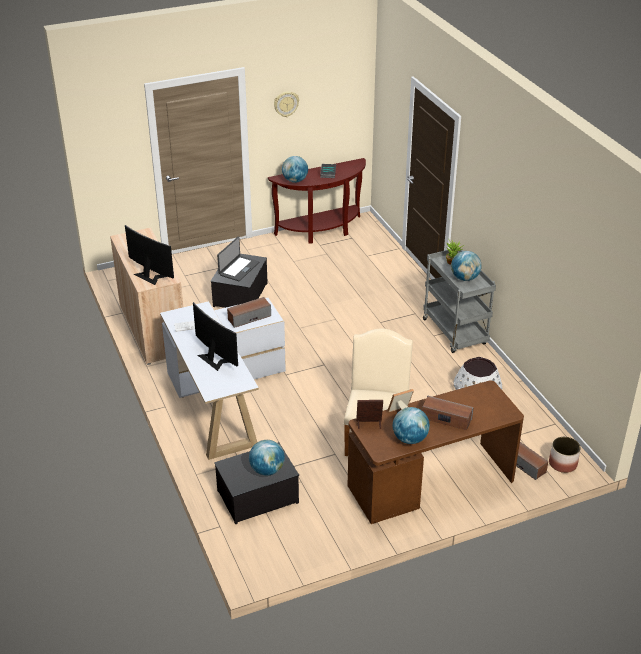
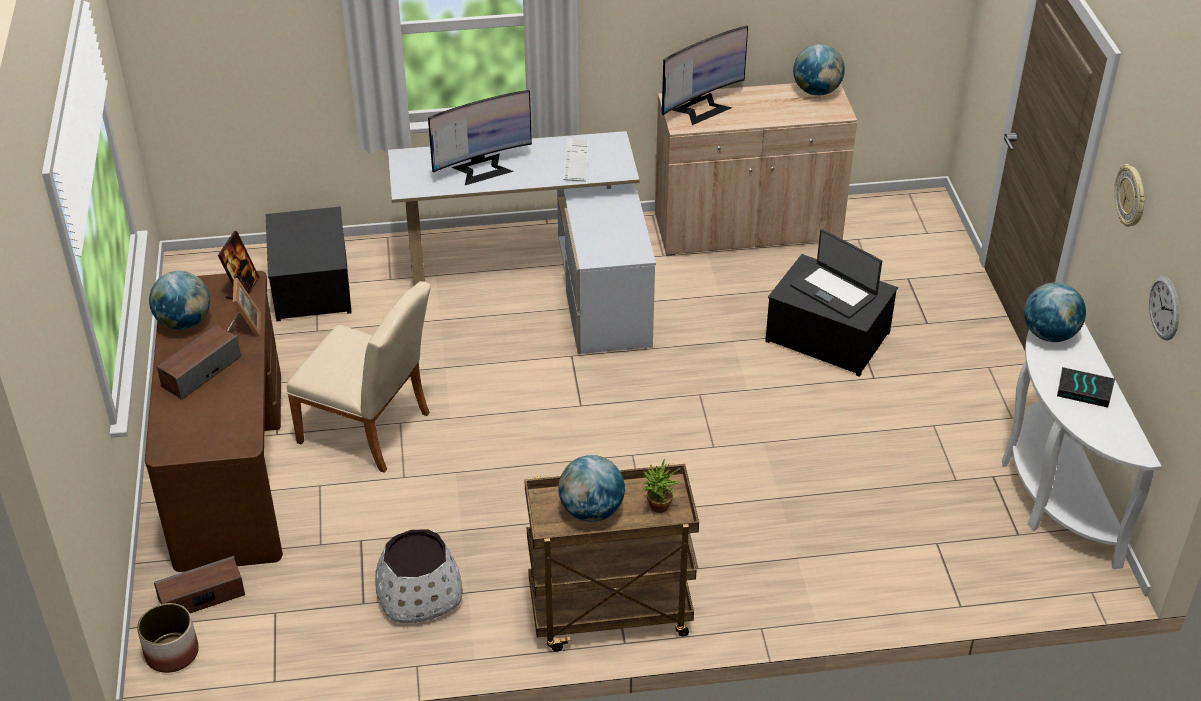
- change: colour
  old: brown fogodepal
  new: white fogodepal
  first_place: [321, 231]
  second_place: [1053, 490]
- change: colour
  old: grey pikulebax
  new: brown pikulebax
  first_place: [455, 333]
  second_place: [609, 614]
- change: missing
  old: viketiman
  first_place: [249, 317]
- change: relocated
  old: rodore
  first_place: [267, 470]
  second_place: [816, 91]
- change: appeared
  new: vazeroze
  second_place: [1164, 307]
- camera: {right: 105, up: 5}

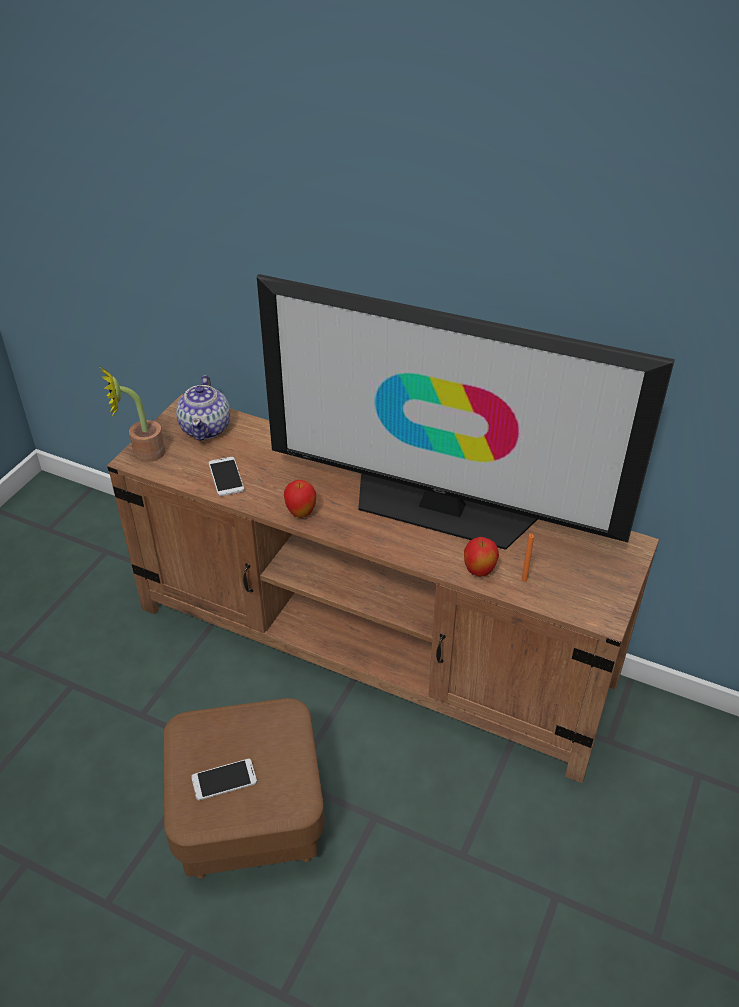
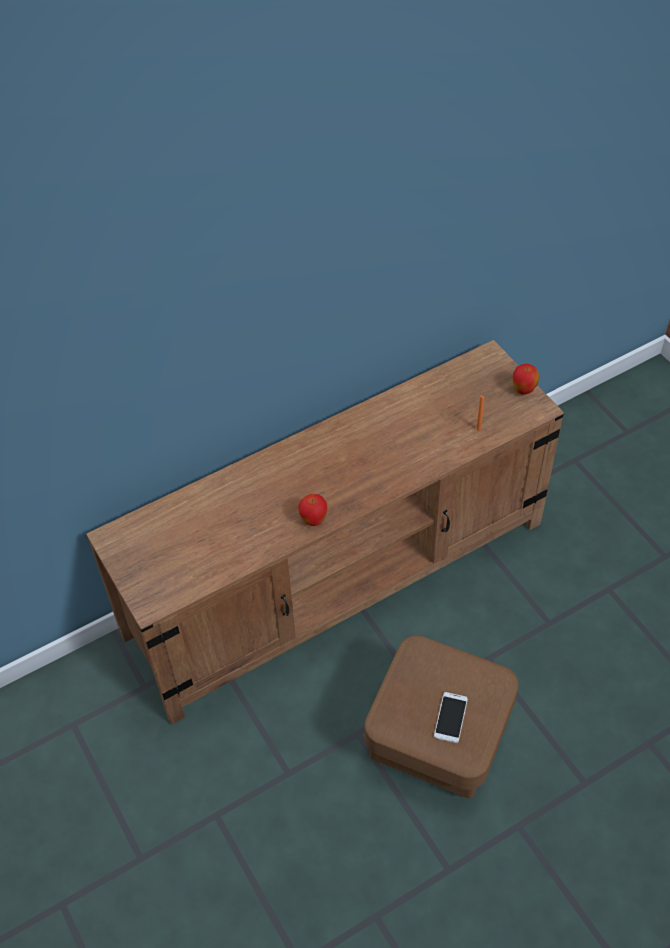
- change: missing
  old: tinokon
  first_place: [441, 508]
- change: missing
  old: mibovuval
  first_place: [142, 453]
- change: missing
  old: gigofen
  first_place: [206, 428]
- change: missing
  old: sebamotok
  first_place: [226, 477]
- change: relocated
  old: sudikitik
  first_place: [479, 572]
  second_place: [523, 390]
- camera: {right: -55, up: 10}

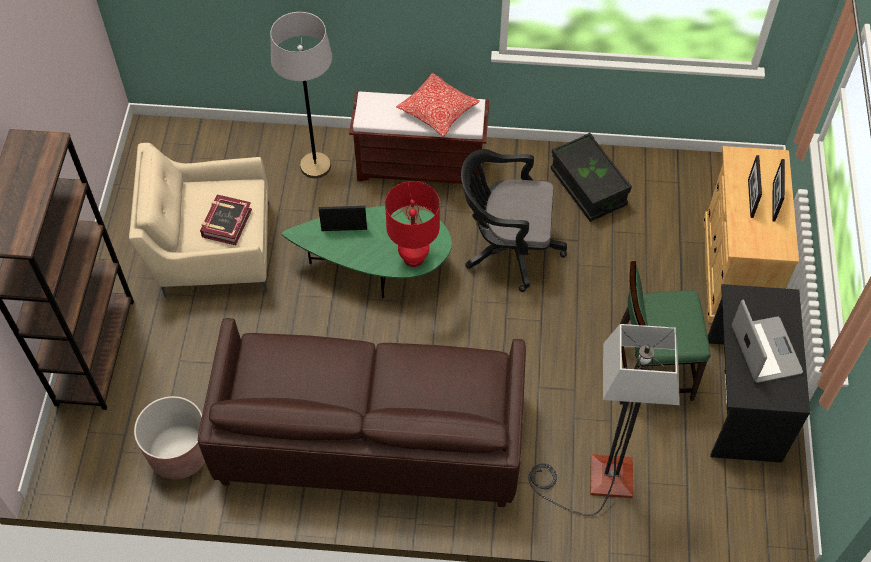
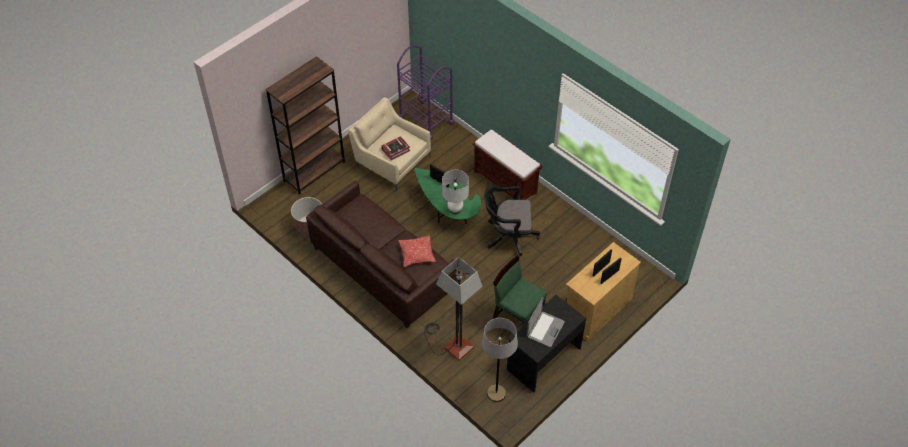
- change: relocated
  old: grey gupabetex
  first_place: [315, 166]
  second_place: [496, 393]
- change: relocated
  old: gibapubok
  first_place: [437, 111]
  second_place: [417, 254]
- change: missing
  old: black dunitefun
  first_place: [588, 188]
- change: spun
  old: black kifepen
  first_place: [507, 248]
  second_place: [508, 236]
  degrees: -45
- change: colour
  old: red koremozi
  new: white koremozi
  first_place: [414, 258]
  second_place: [455, 210]
- change: appeared
  new: purple pikulebax
  second_place: [426, 120]
- camera: {right: 40, up: -5}

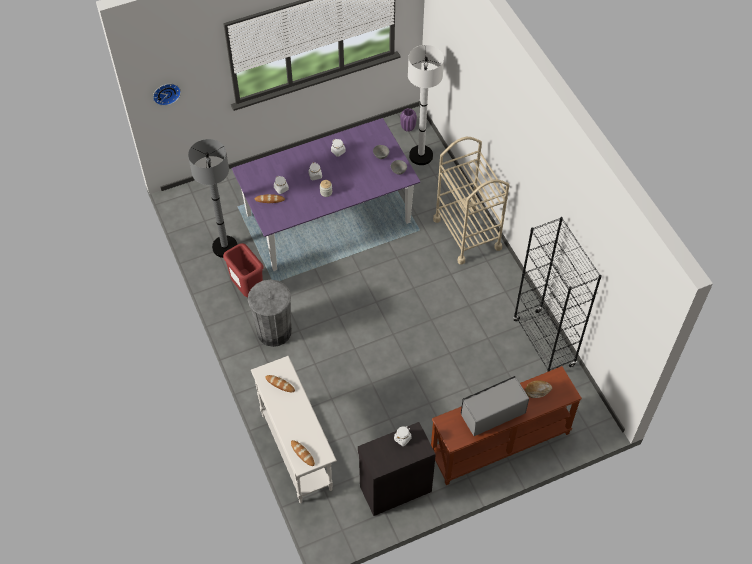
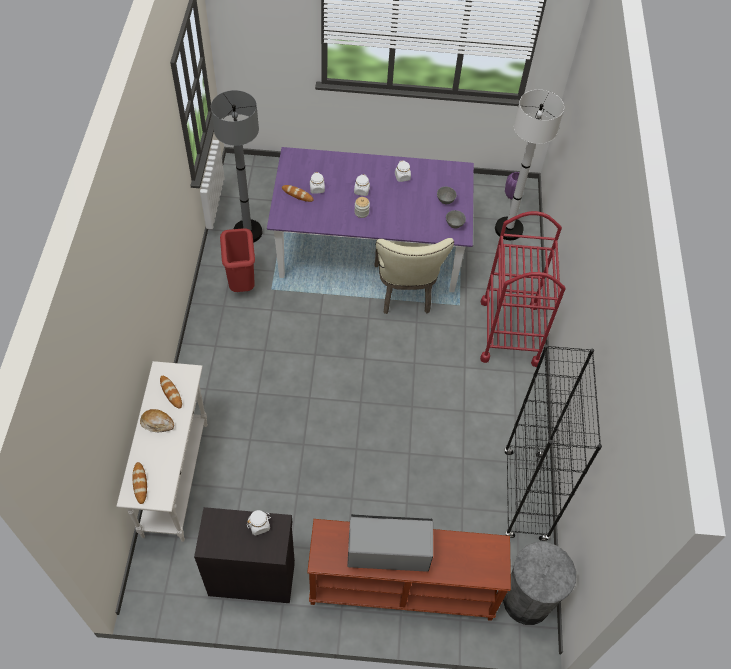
- change: missing
  old: vazeroze
  first_place: [166, 93]
- change: colour
  old: beige pikulebax
  new: red pikulebax
  first_place: [467, 233]
  second_place: [509, 332]
- change: relocated
  old: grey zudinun
  first_place: [274, 331]
  second_place: [526, 600]
- change: relocated
  old: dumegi
  first_place: [537, 390]
  second_place: [157, 423]
- change: appeared
  new: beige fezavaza
  second_place: [405, 292]
- camera: {right: 25, up: 0}

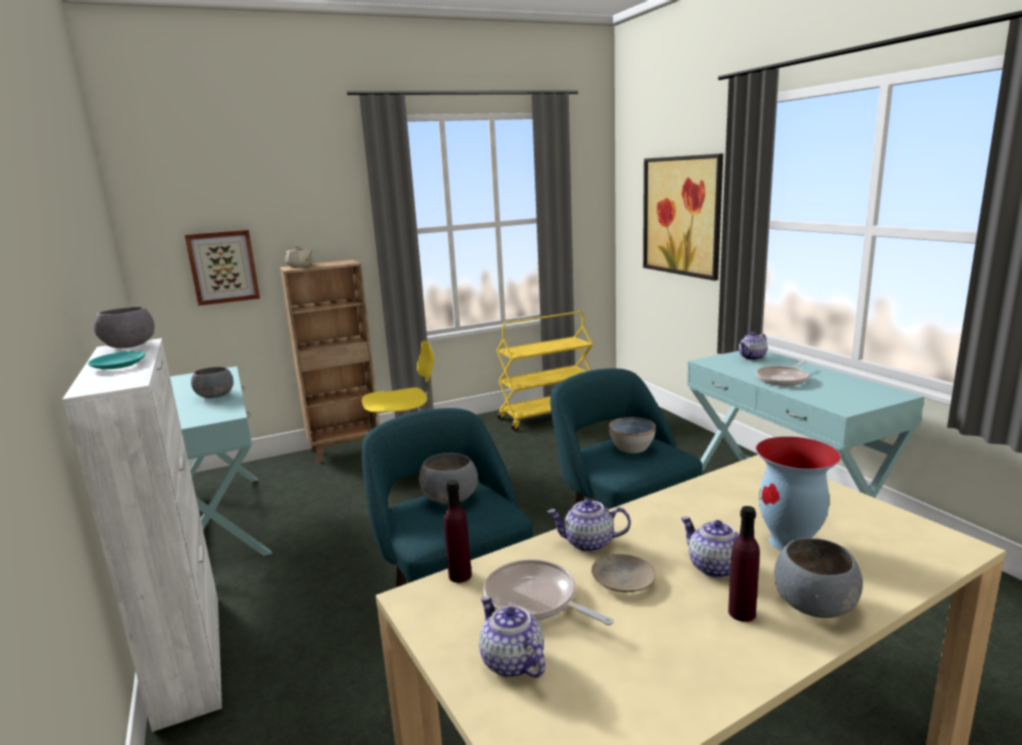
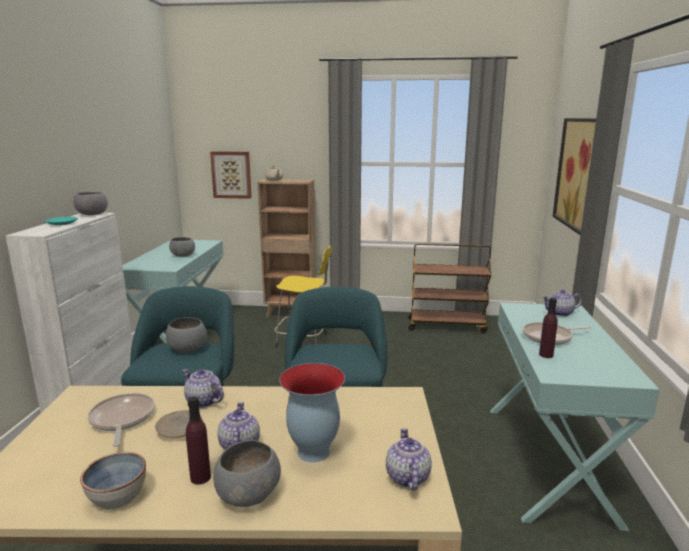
- change: colour
  old: yellow pikulebax
  new: brown pikulebax
  first_place: [547, 415]
  second_place: [447, 325]
- change: relocated
  old: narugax
  first_place: [631, 447]
  second_place: [117, 496]
- change: relocated
  old: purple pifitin
  first_place: [460, 575]
  second_place: [546, 355]
- change: relocated
  old: gigofen
  first_place: [511, 662]
  second_place: [407, 477]
- camera: {right: 30, up: 0}

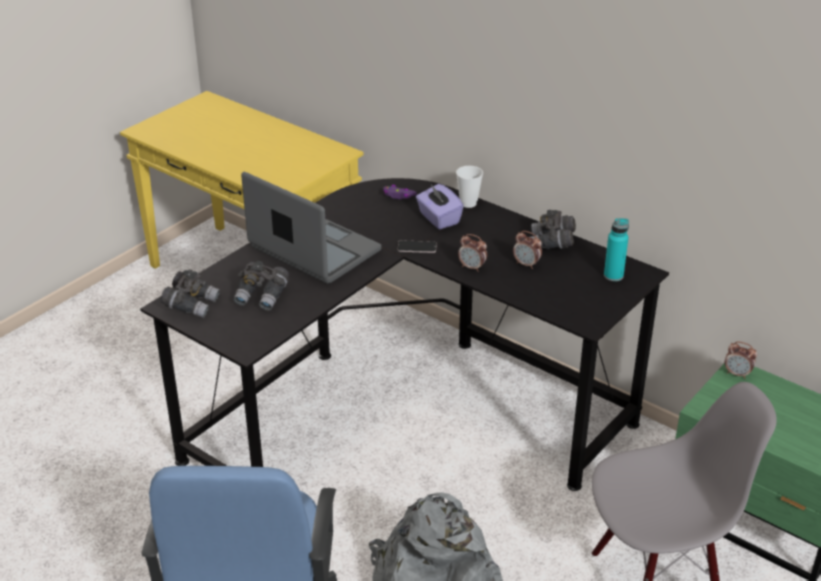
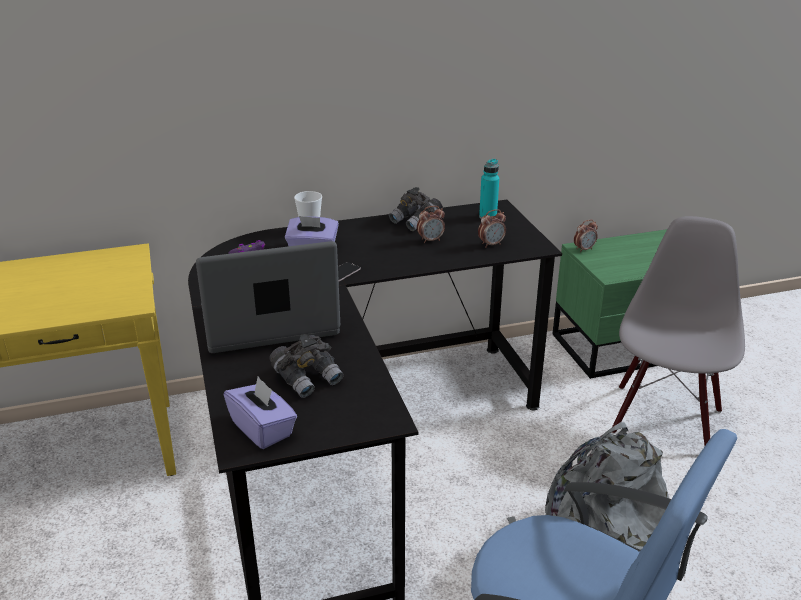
- change: relocated
  old: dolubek
  first_place: [472, 267]
  second_place: [491, 244]
- change: exchanged
  old: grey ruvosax
  new: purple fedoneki
  first_place: [191, 305]
  second_place: [263, 429]
- camera: {right: -55, up: -5}

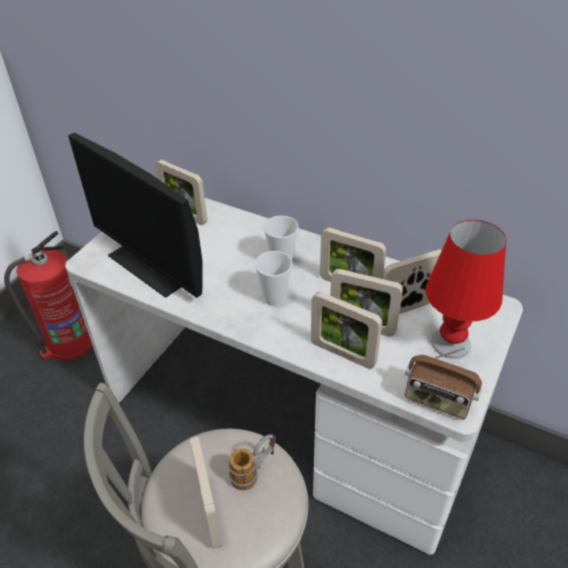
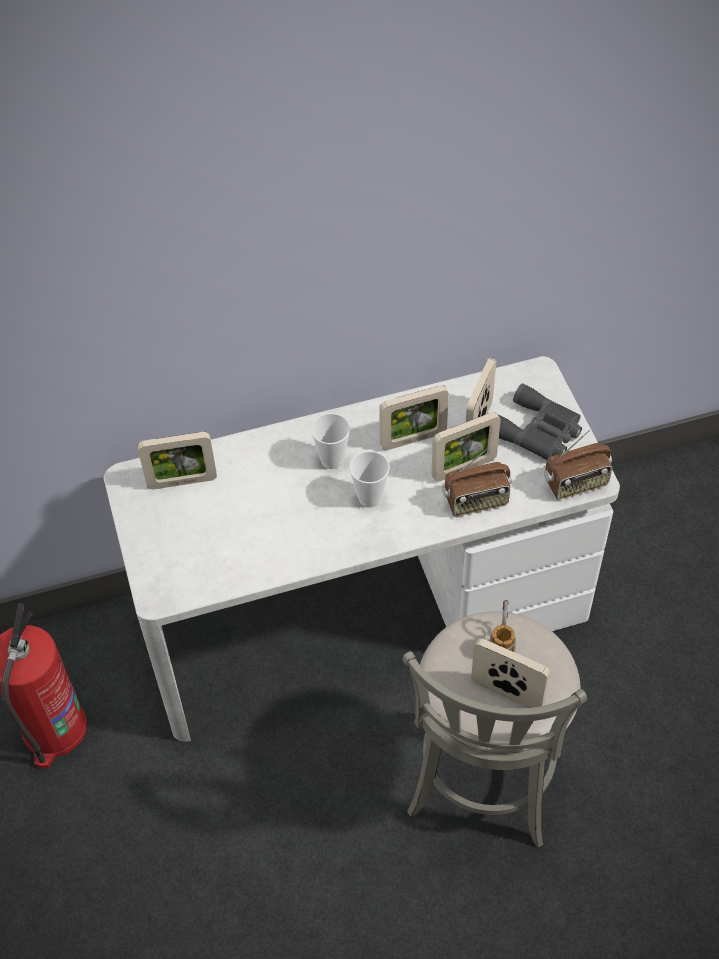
- change: missing
  old: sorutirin
  first_place: [152, 265]
- change: exchanged
  old: red koremozi
  new: grey ruvosax
  first_place: [450, 344]
  second_place: [538, 432]
- change: exchanged
  old: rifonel
  new: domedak
  first_place: [343, 354]
  second_place: [476, 502]
- camera: {right: -45, up: 10}

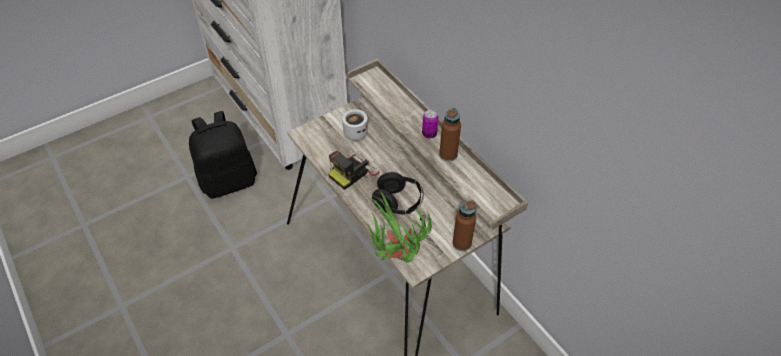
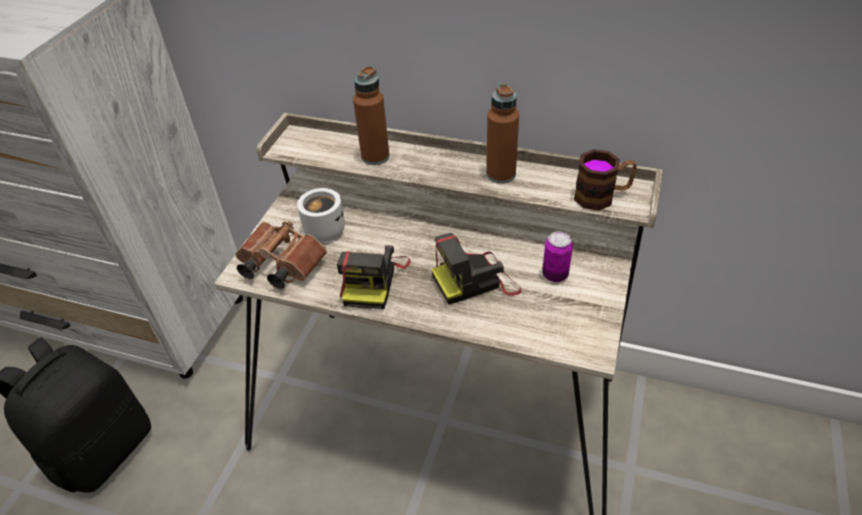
- change: relocated
  old: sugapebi
  first_place: [429, 134]
  second_place: [555, 275]
- change: exchanged
  old: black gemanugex
  new: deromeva
  first_place: [398, 203]
  second_place: [476, 281]
- change: missing
  old: mibovuval
  first_place: [395, 258]
- change: relocated
  old: brown pifitin
  first_place: [461, 243]
  second_place: [375, 156]
- change: appeared
  new: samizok
  second_place: [602, 196]
- change: appeared
  new: brown ruvosax
  second_place: [279, 266]
- camera: {right: -35, up: -5}

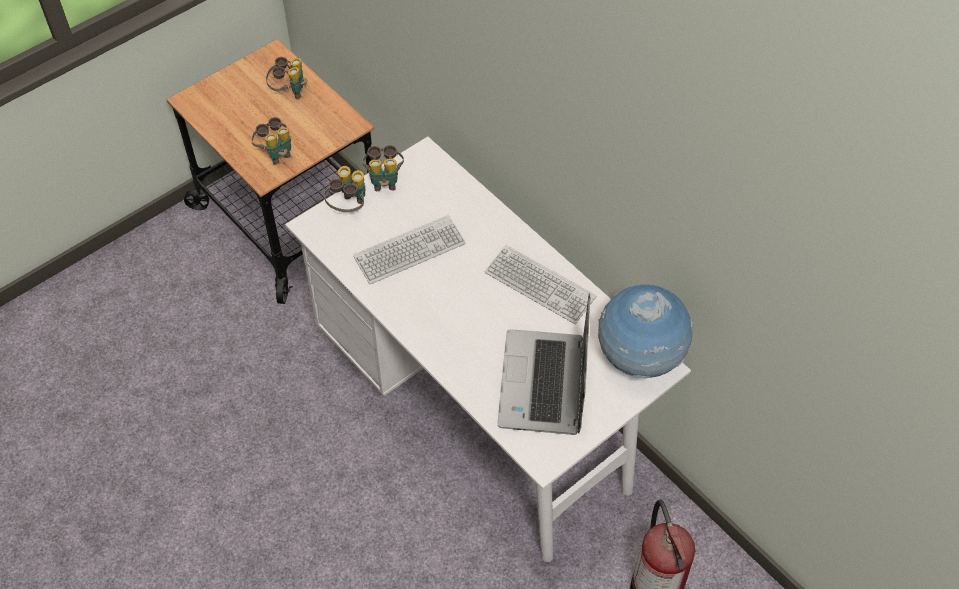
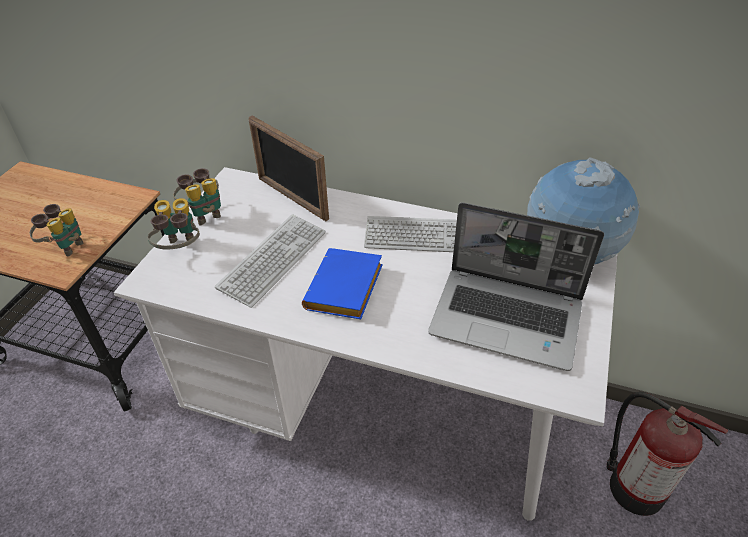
- change: missing
  old: ruvosax
  first_place: [289, 91]
- change: spun
  old: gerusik
  first_place: [544, 385]
  second_place: [508, 318]
  degrees: -45
- change: appeared
  new: rifonel
  second_place: [292, 198]
- change: appeared
  new: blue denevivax
  second_place: [346, 291]
- camera: {right: -30, up: -10}

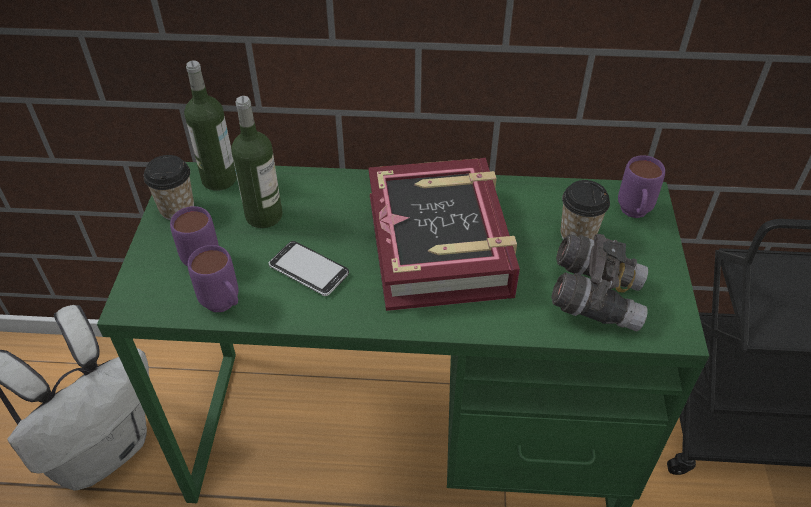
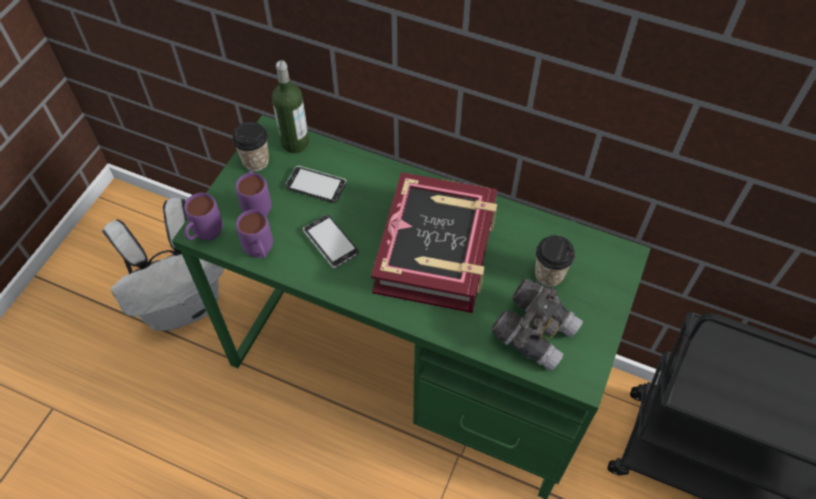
- change: exchanged
  old: pifitin
  new: sebamotok
  first_place: [264, 216]
  second_place: [316, 185]
- change: relocated
  old: purple samizok
  first_place: [633, 214]
  second_place: [205, 236]
- camera: {right: 20, up: 10}

